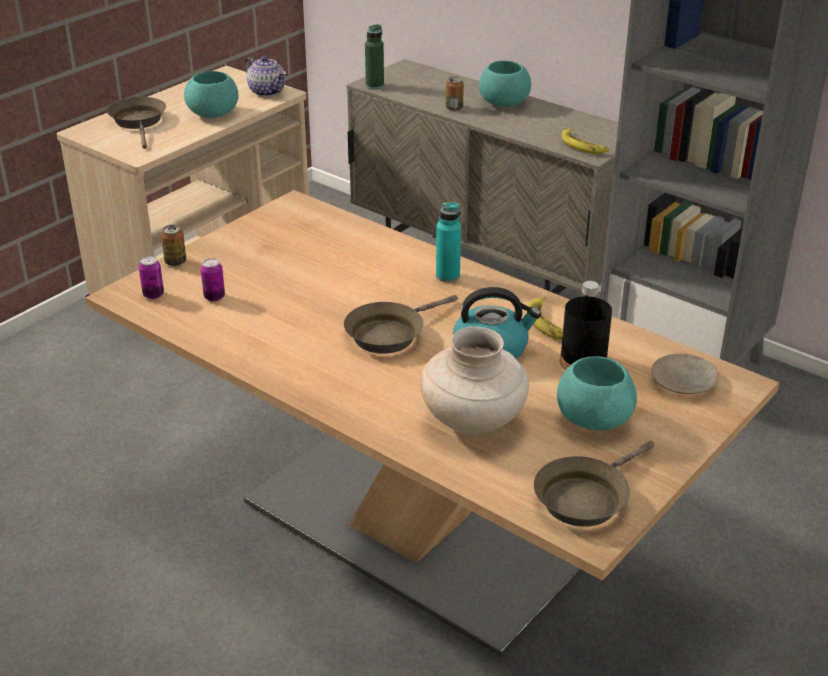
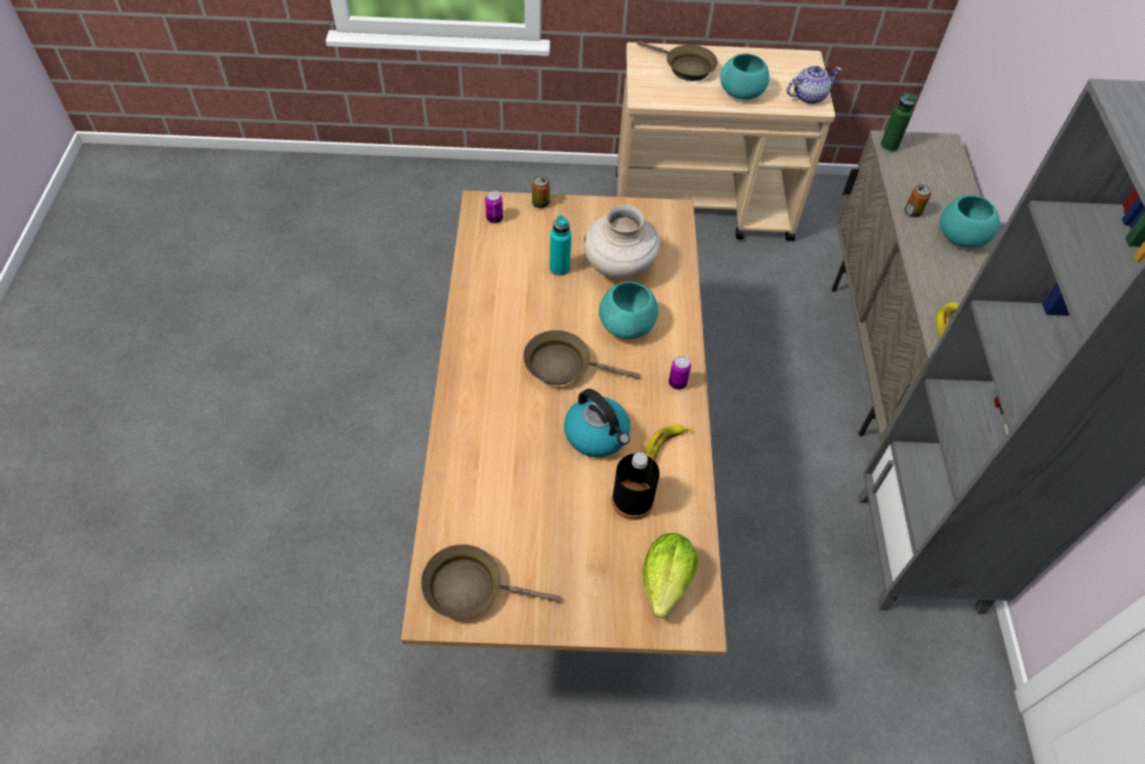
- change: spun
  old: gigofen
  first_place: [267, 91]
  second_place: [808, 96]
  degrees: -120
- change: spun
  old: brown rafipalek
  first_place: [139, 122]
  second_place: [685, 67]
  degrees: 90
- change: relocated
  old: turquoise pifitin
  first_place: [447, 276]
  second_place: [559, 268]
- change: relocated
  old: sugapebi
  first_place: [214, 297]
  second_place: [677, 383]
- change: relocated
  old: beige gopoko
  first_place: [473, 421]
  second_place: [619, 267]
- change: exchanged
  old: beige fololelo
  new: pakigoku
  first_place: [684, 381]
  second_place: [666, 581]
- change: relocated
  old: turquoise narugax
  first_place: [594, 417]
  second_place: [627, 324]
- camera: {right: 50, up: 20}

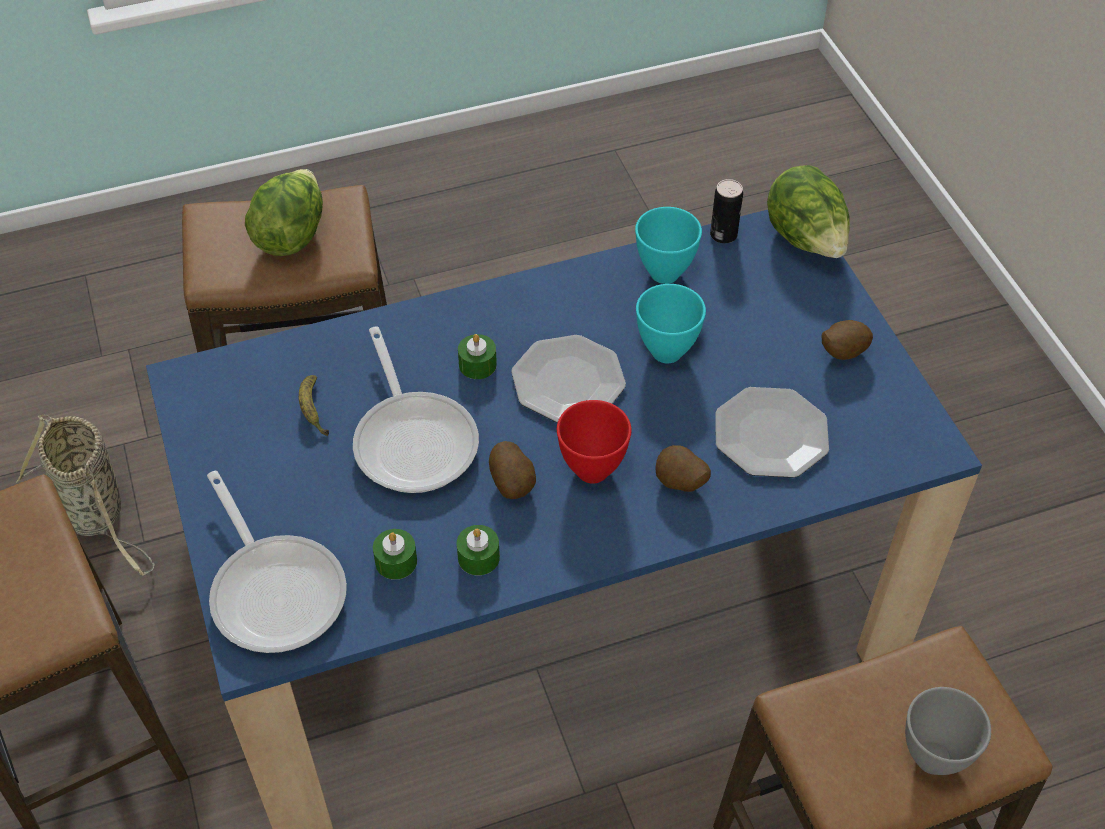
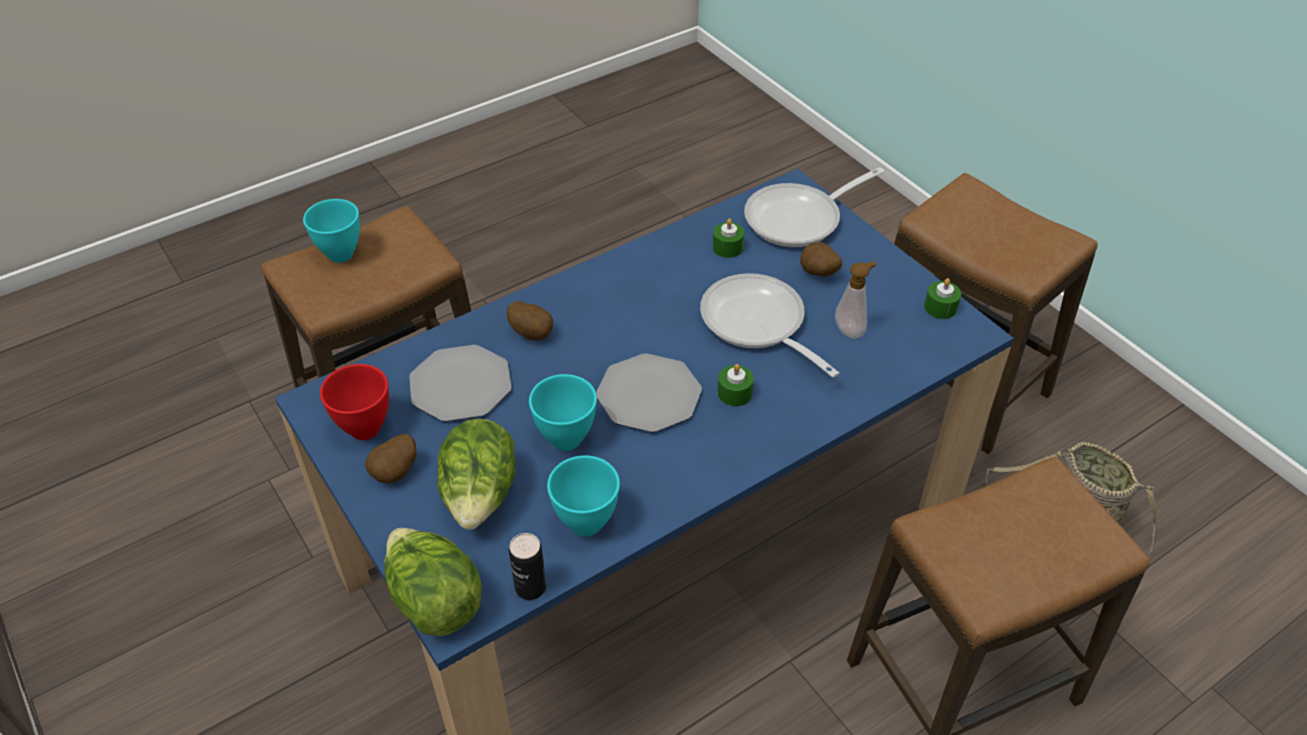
- change: relocated
  old: pakigoku
  first_place: [291, 235]
  second_place: [480, 497]
- change: exchanged
  old: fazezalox
  new: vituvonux
  first_place: [313, 410]
  second_place: [851, 330]
- change: relocated
  old: red narugax
  first_place: [590, 469]
  second_place: [367, 429]
- change: relocated
  old: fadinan
  first_place: [513, 484]
  second_place: [818, 274]
- change: spun
  old: rafipalek
  first_place: [275, 589]
  second_place: [800, 219]
  degrees: -75
- change: relocated
  old: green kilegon
  first_place: [478, 557]
  second_place: [940, 307]
- change: colour
  old: grey narugax
  new: turquoise narugax
  first_place: [935, 757]
  second_place: [339, 255]
- camera: {right: 165, up: -5}

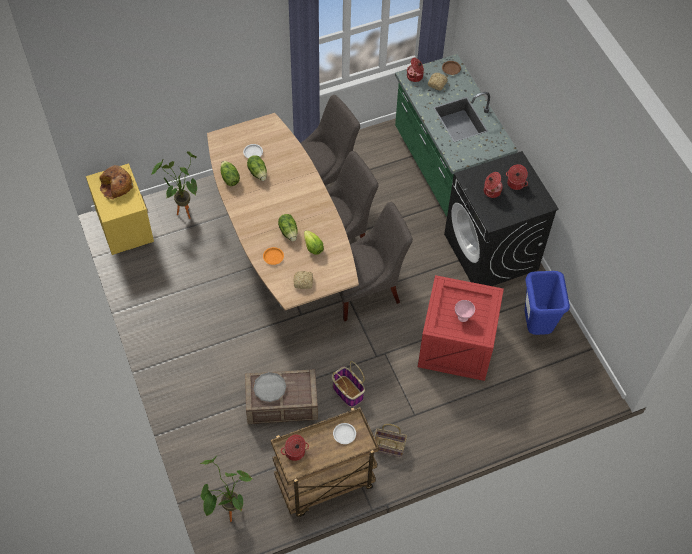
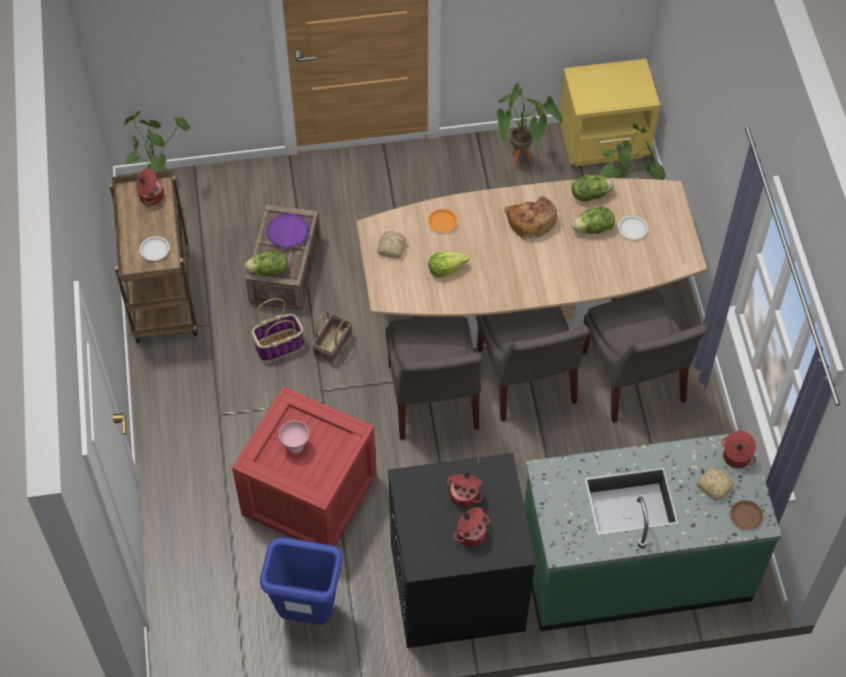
- change: relocated
  old: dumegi
  first_place: [116, 186]
  second_place: [530, 221]
- change: relocated
  old: pakigoku
  first_place: [289, 232]
  second_place: [268, 271]
- change: colour
  old: grey fololelo
  new: purple fololelo
  first_place: [269, 388]
  second_place: [288, 233]
- change: relocated
  old: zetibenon
  first_place: [389, 446]
  second_place: [333, 346]
- change: appeared
  new: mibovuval
  second_place: [521, 166]
- camera: {right: 105, up: 0}

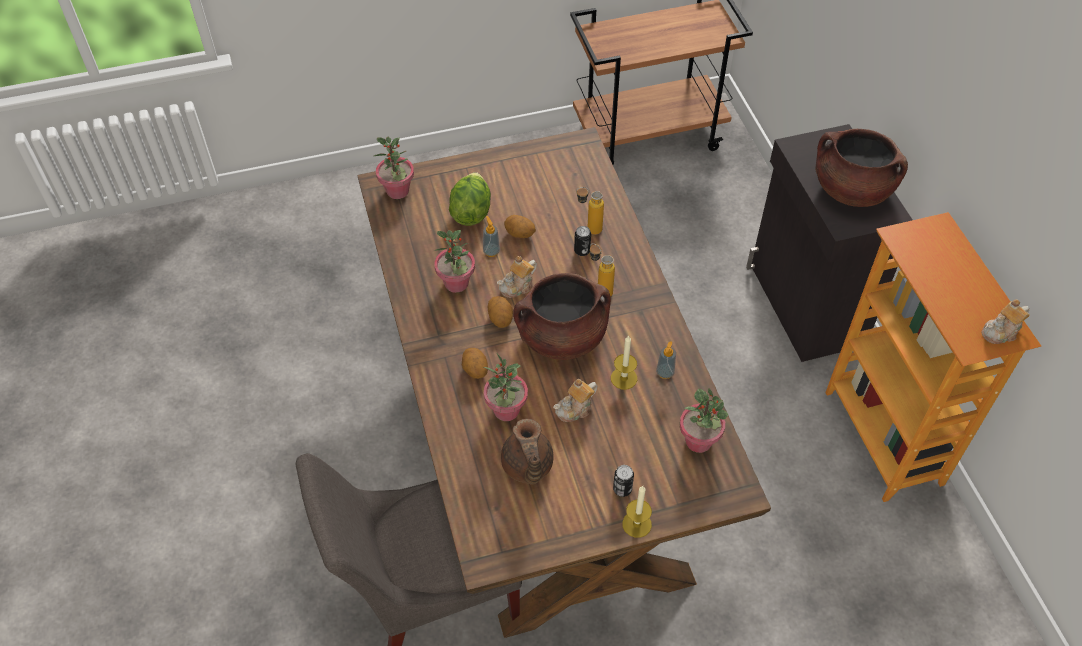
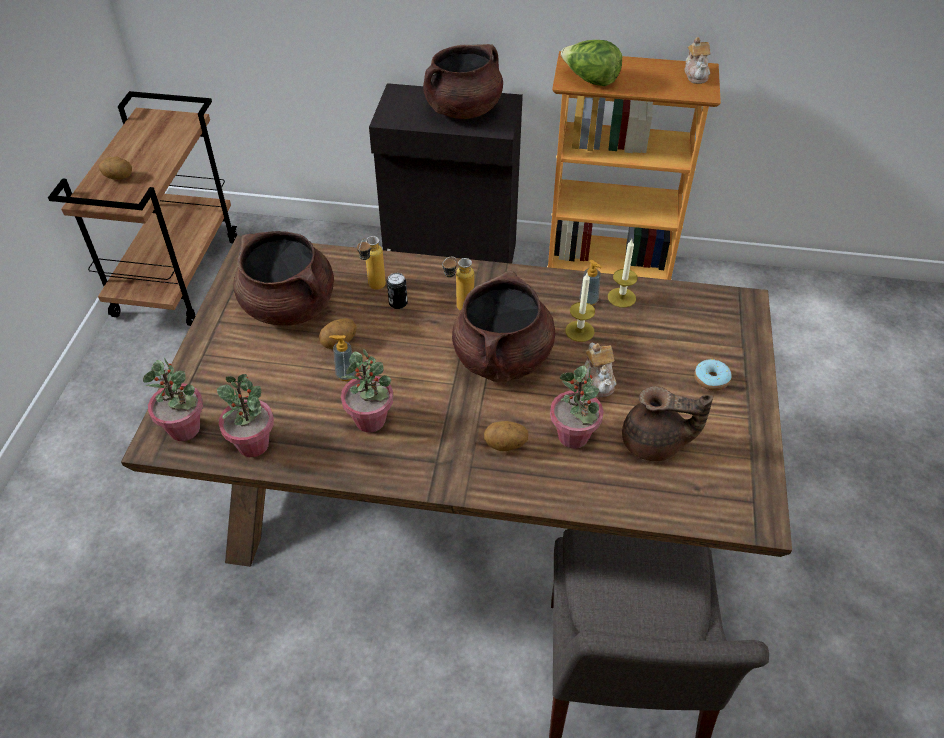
- change: relocated
  old: pakigoku
  first_place: [471, 212]
  second_place: [590, 80]
- change: missing
  old: gigofen
  first_place: [517, 286]
- change: relocated
  old: fadinan
  first_place: [500, 319]
  second_place: [119, 177]
- change: relocated
  old: mibovuval
  first_place: [699, 441]
  second_place: [253, 444]
- change: exchanged
  old: sugapebi
  new: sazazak
  first_place: [622, 489]
  second_place: [711, 379]
- change: relocated
  old: kilegon
  first_place: [637, 524]
  second_place: [621, 297]
- change: appeared
  new: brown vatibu
  second_place: [290, 307]
- camera: {right: -65, up: -5}

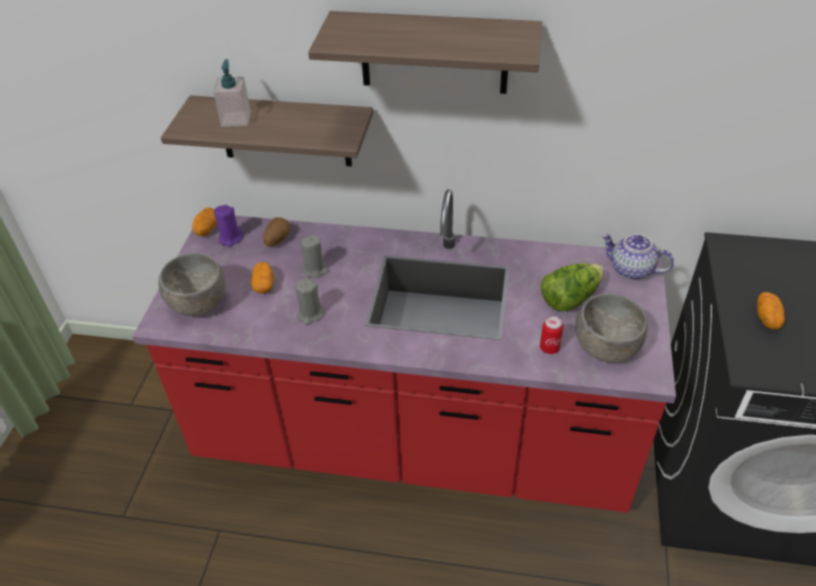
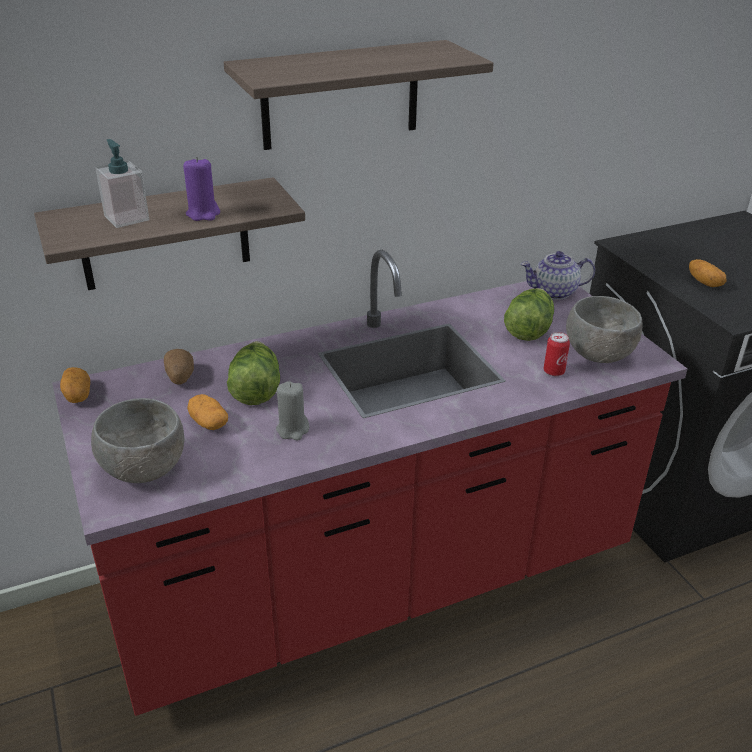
- change: relocated
  old: purple kilegon
  first_place: [230, 238]
  second_place: [203, 214]
- change: exchanged
  old: grey kilegon
  new: pakigoku
  first_place: [315, 269]
  second_place: [255, 389]
- camera: {right: -35, up: -10}

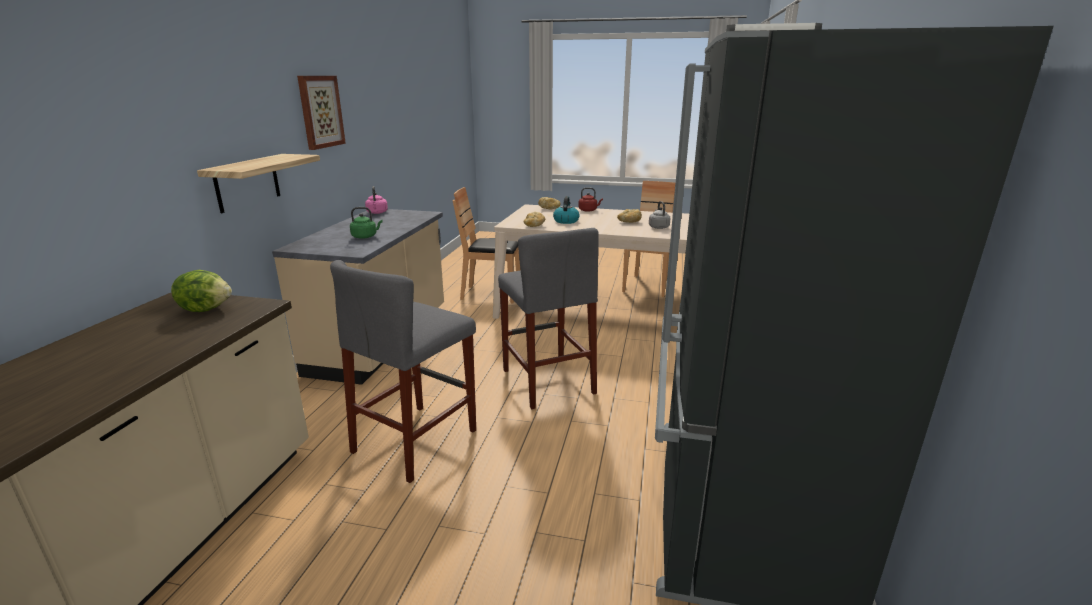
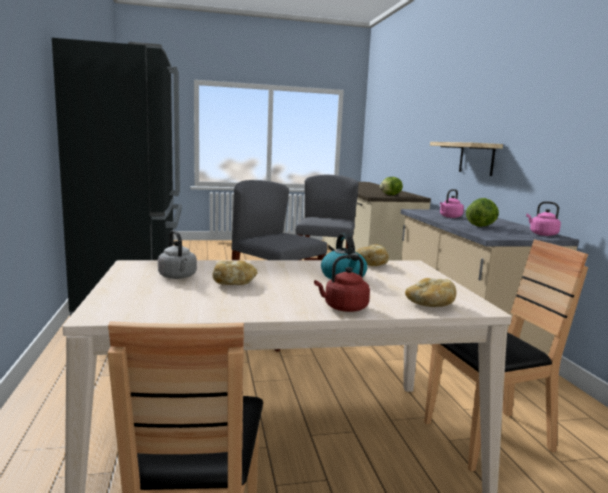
- change: missing
  old: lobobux
  first_place: [320, 111]
- change: colour
  old: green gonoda
  new: pink gonoda
  first_place: [365, 236]
  second_place: [450, 217]
- change: appeared
  new: pakigoku
  second_place: [481, 226]
- camera: {right: 155, up: -10}

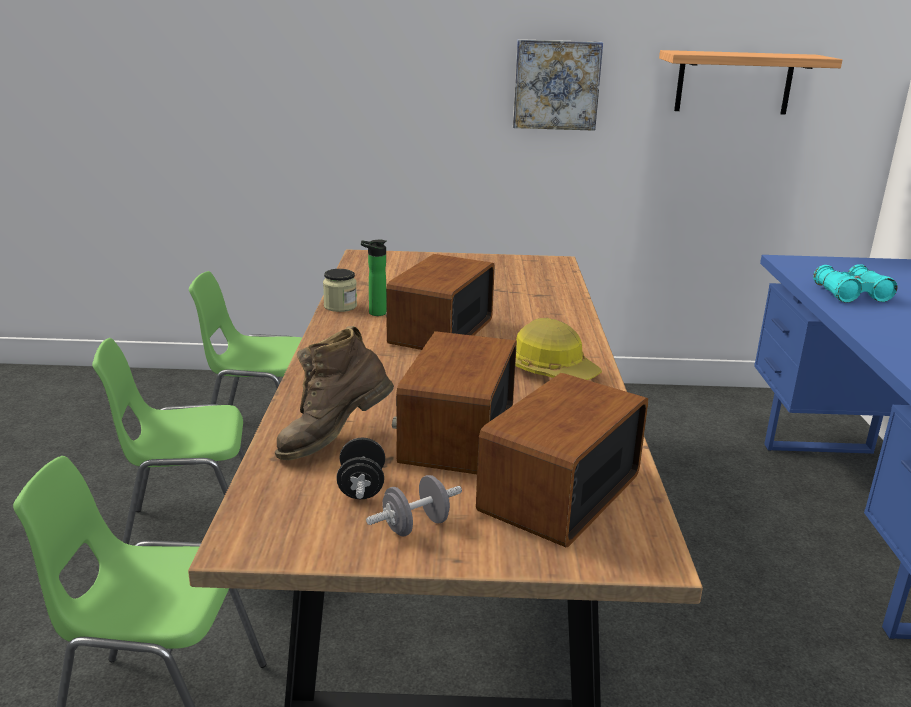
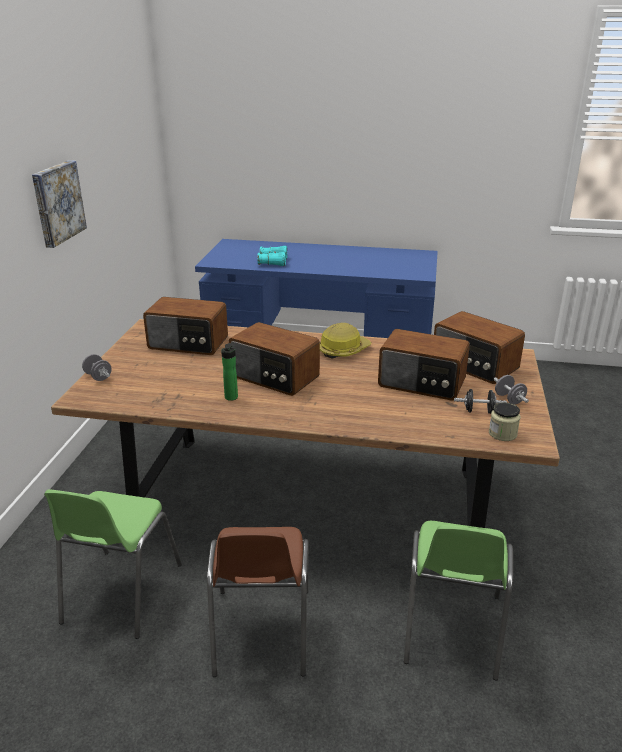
- change: missing
  old: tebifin
  first_place: [734, 82]
- change: relocated
  old: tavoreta
  first_place: [340, 306]
  second_place: [502, 434]
- change: missing
  old: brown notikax
  first_place: [333, 441]
- change: colour
  old: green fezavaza
  new: brown fezavaza
  first_place: [192, 534]
  second_place: [261, 632]
- change: appeared
  new: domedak
  second_place: [188, 343]
- change: appeared
  new: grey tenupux
  second_place: [98, 377]
- camera: {right: -80, up: 5}

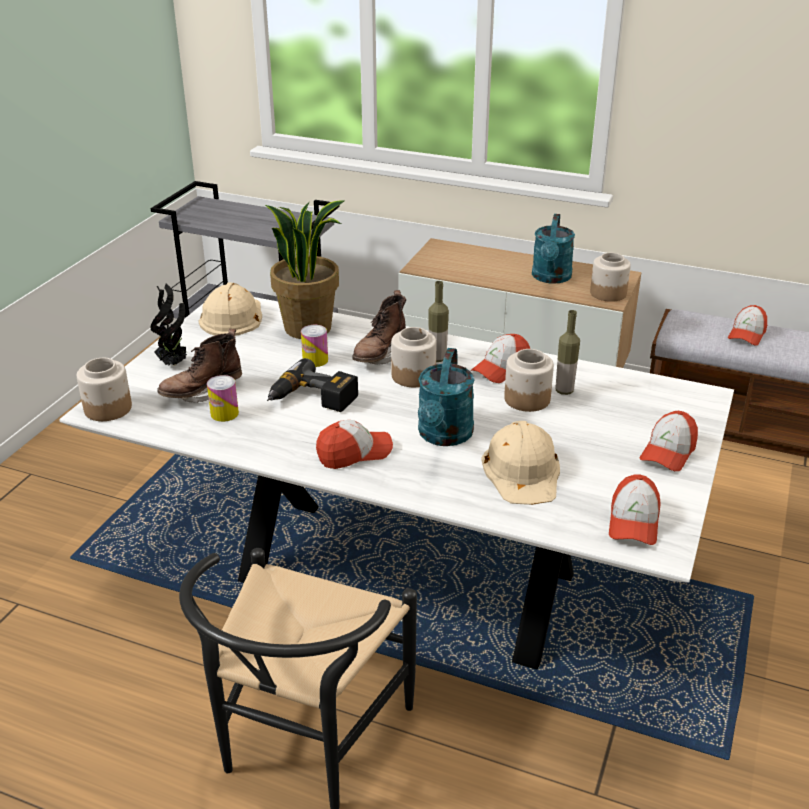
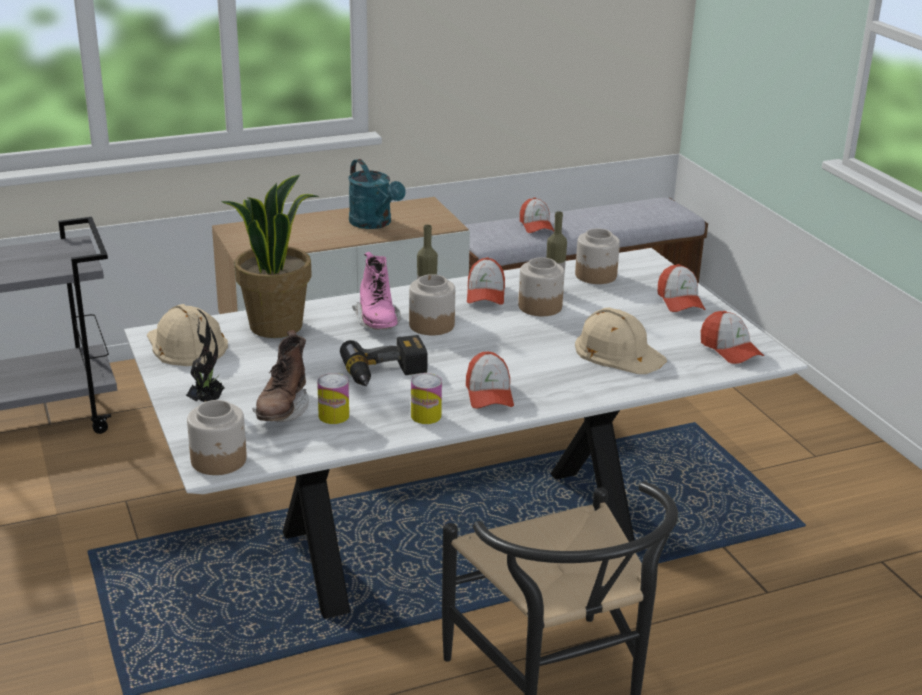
- change: relocated
  old: tavoreta
  first_place: [607, 293]
  second_place: [595, 276]
- change: colour
  old: brown notikax
  new: pink notikax
  first_place: [380, 355]
  second_place: [377, 322]
- change: relocated
  old: sugapebi
  first_place: [315, 360]
  second_place: [426, 416]
- change: missing
  old: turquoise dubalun
  first_place: [444, 436]
- change: spun
  old: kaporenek
  first_place: [354, 453]
  second_place: [489, 394]
  degrees: 150
- camera: {right: -45, up: -5}

